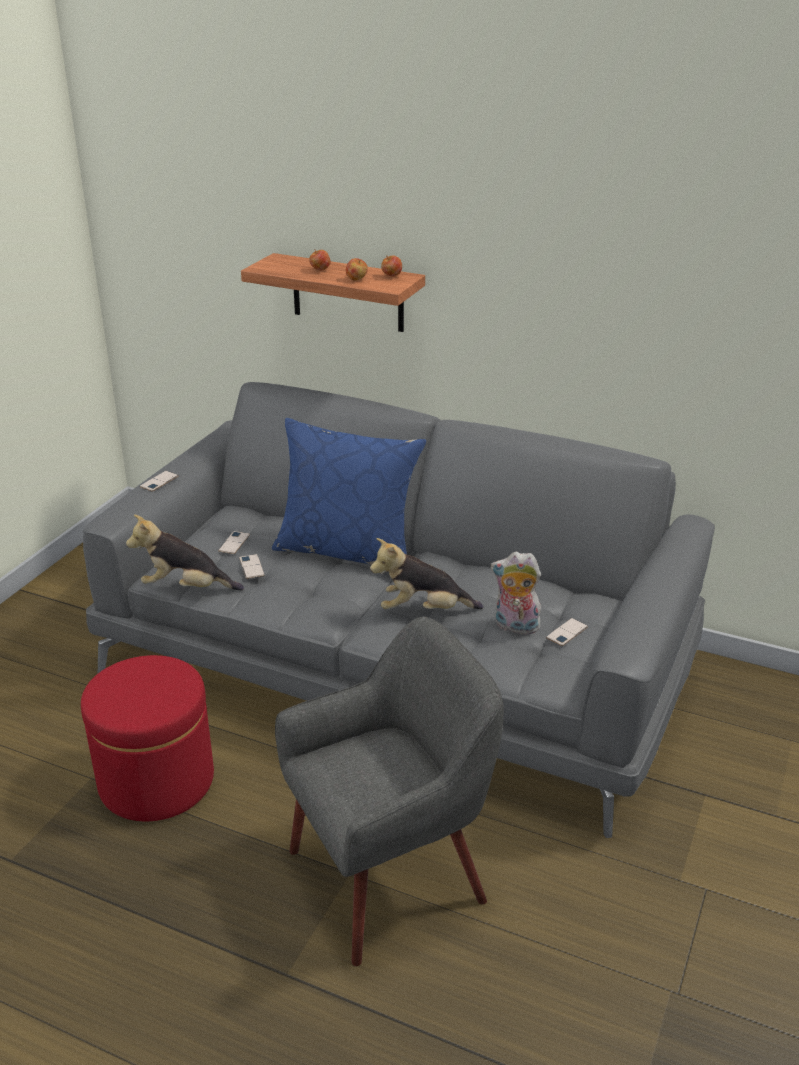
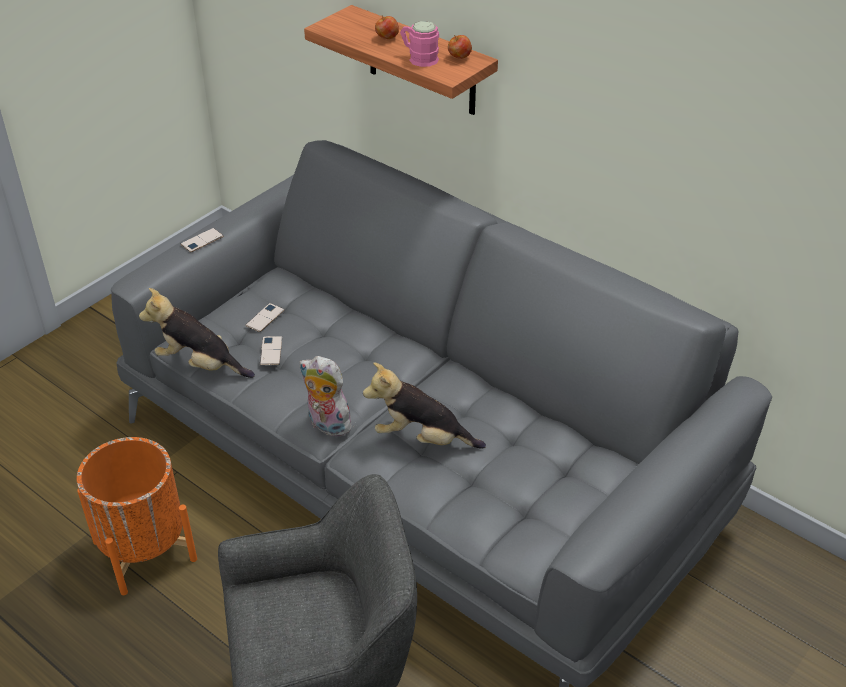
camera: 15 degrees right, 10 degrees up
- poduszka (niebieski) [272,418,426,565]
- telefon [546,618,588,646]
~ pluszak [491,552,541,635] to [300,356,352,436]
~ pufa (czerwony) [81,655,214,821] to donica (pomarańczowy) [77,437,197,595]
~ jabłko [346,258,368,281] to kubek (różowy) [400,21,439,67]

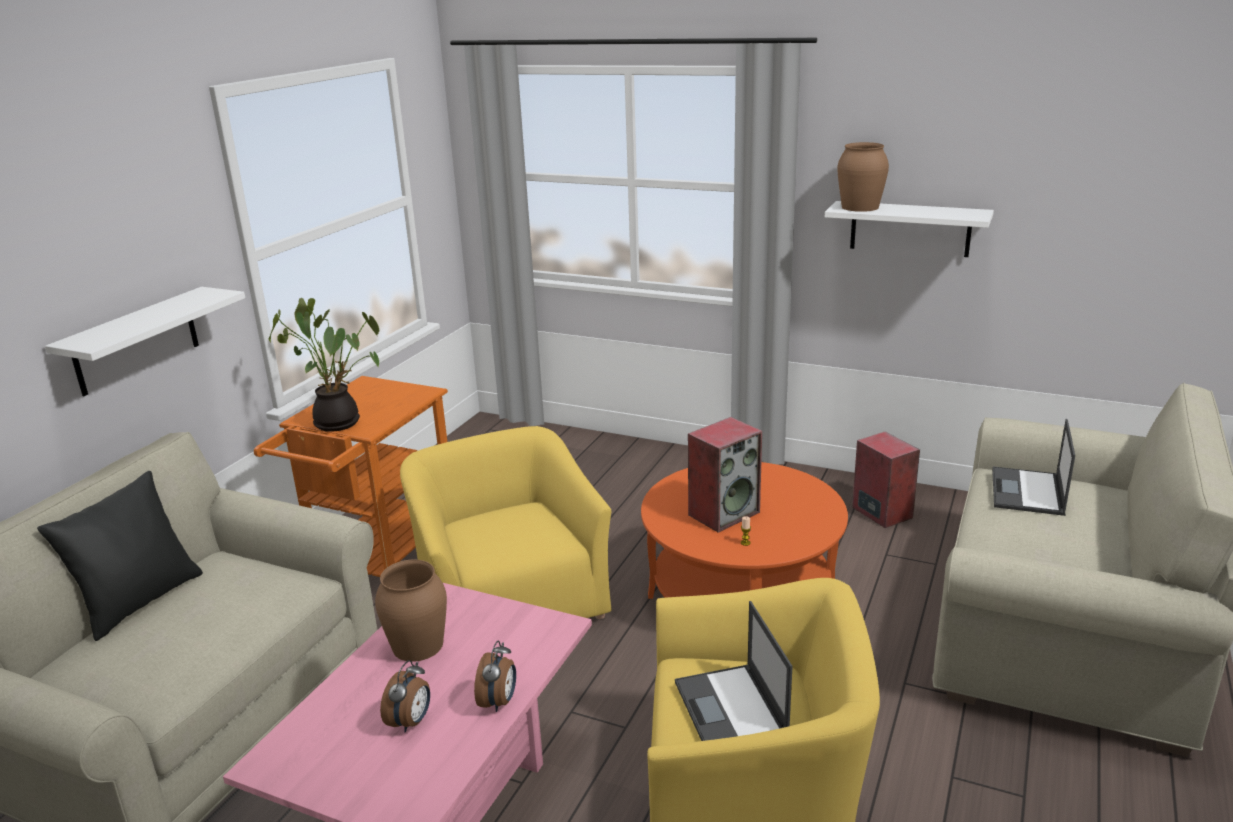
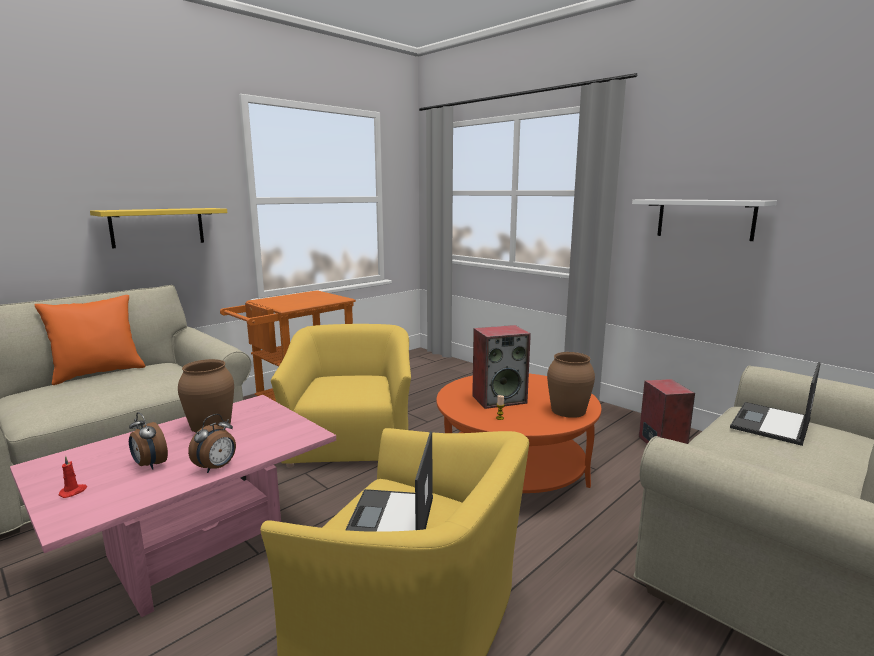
camera: 20 degrees right, 10 degrees down
- roślina doniczkowa [269,298,379,432]
+ świeca (czerwony) [59,456,87,498]
~ wazon (brązowy) [837,142,889,212] to [547,352,595,418]
~ poduszka (czarny) [37,471,203,641] to poduszka (pomarańczowy) [35,295,145,385]
~ półka (biały) [45,287,245,396] to półka (żółty) [90,208,227,248]
~ budzik [380,660,430,732] = [129,412,168,470] 90 degrees clockwise

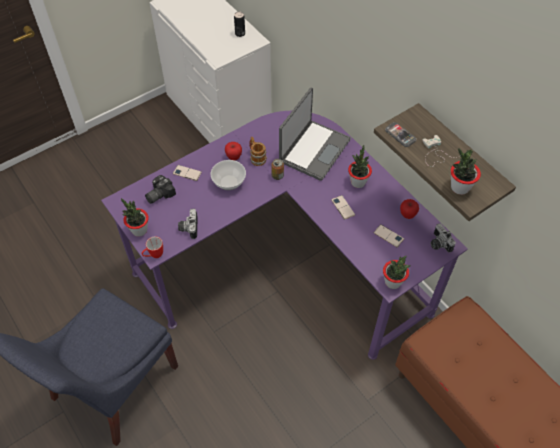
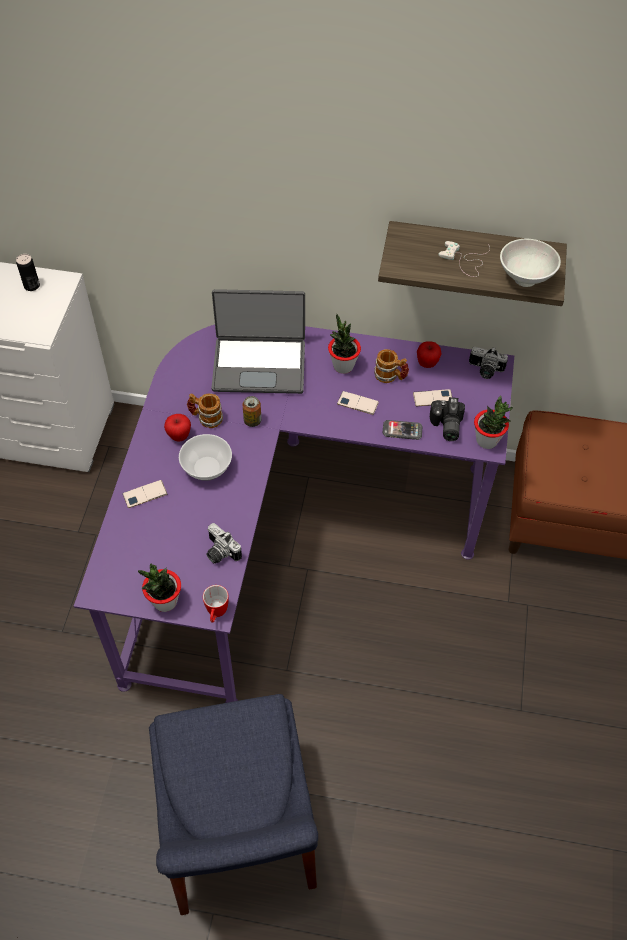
camera: 45 degrees left, 0 degrees up
+ kubek [374,349,409,383]
~ aparat fotograficzny [145,175,176,204] to [430,397,465,441]
~ telefon [385,122,416,147] to [383,420,422,440]
~ roślina doniczkowa [451,148,481,195] to miska (biały) [500,239,561,287]
~ laptop [279,87,351,181] = [212,289,305,394] 105 degrees clockwise

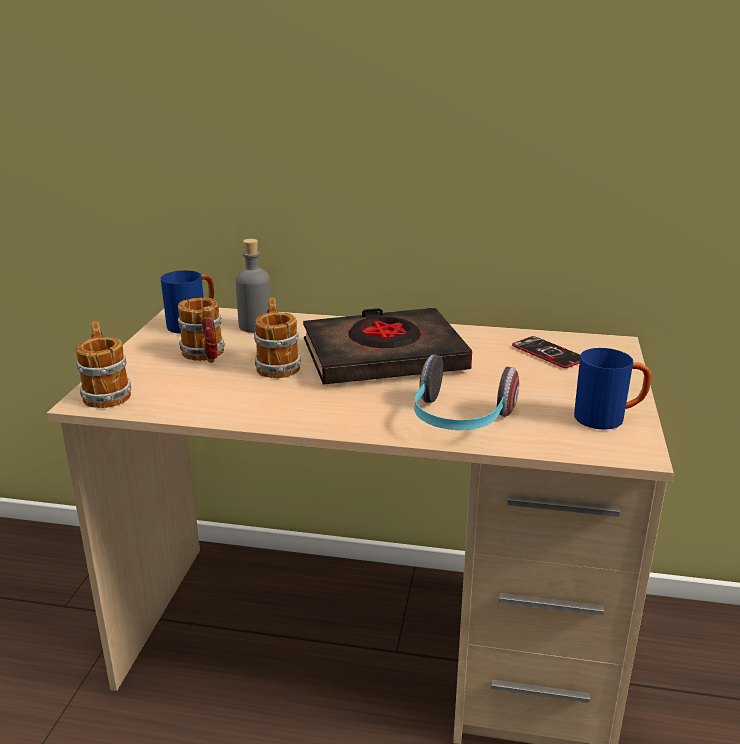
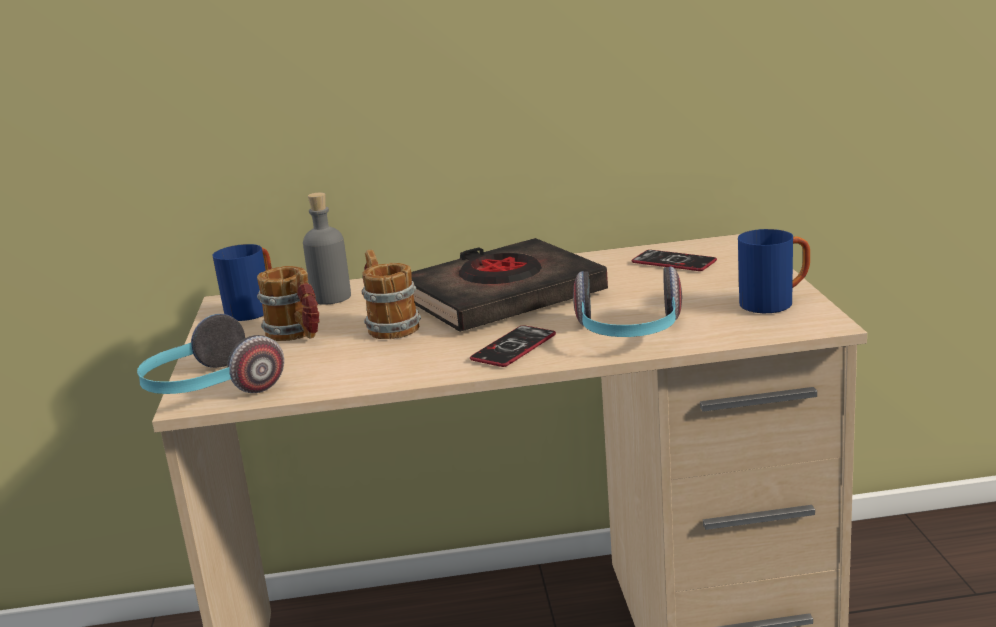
camera: 15 degrees left, 5 degrees down
+ telefon [470,325,556,367]
~ kubek [76,321,131,408] to słuchawki [137,314,284,394]

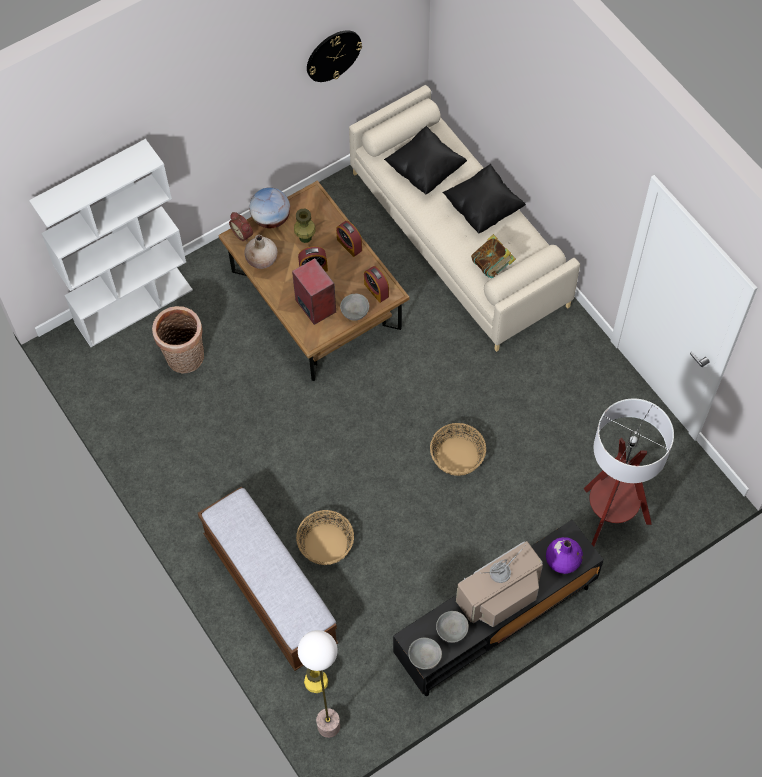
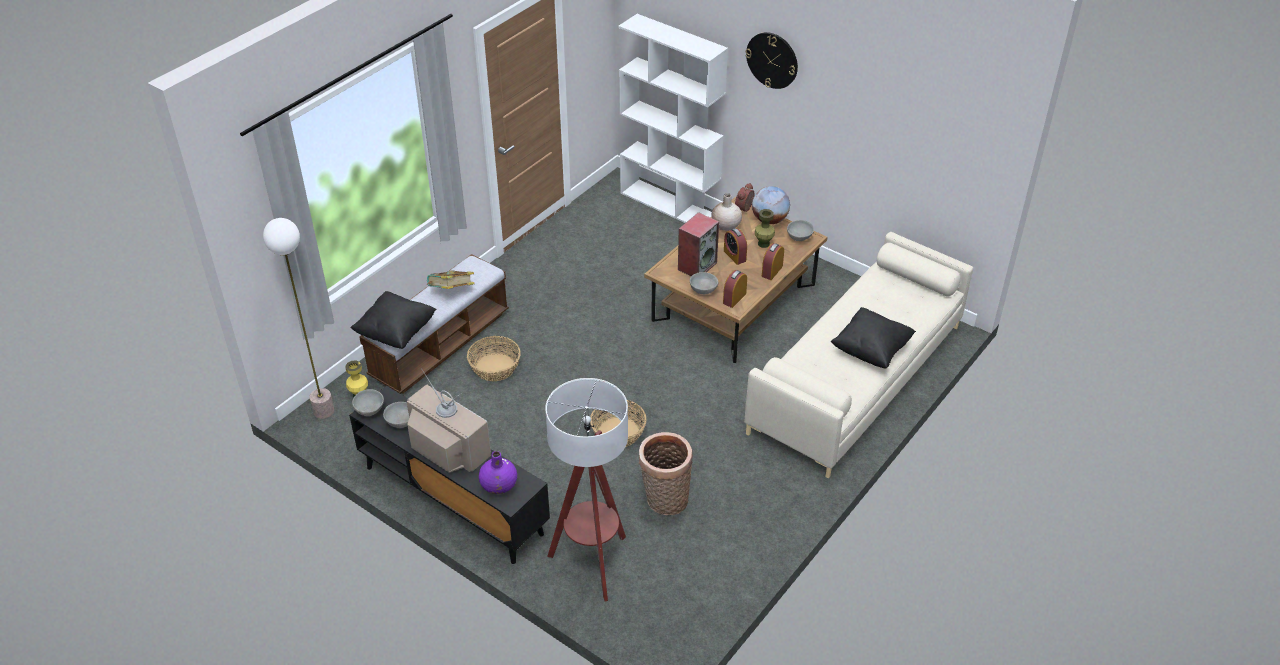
camera: 70 degrees right, 20 degrees down
+ miska (szary) [787,220,814,241]
~ koszyk [152,306,204,373] to [639,432,693,515]
~ zegar ścienny [307,30,362,82] to [745,32,798,89]
~ poduszka (czarny) [384,126,467,194] to [350,291,437,349]
~ książka [471,234,516,278] to [427,270,475,289]

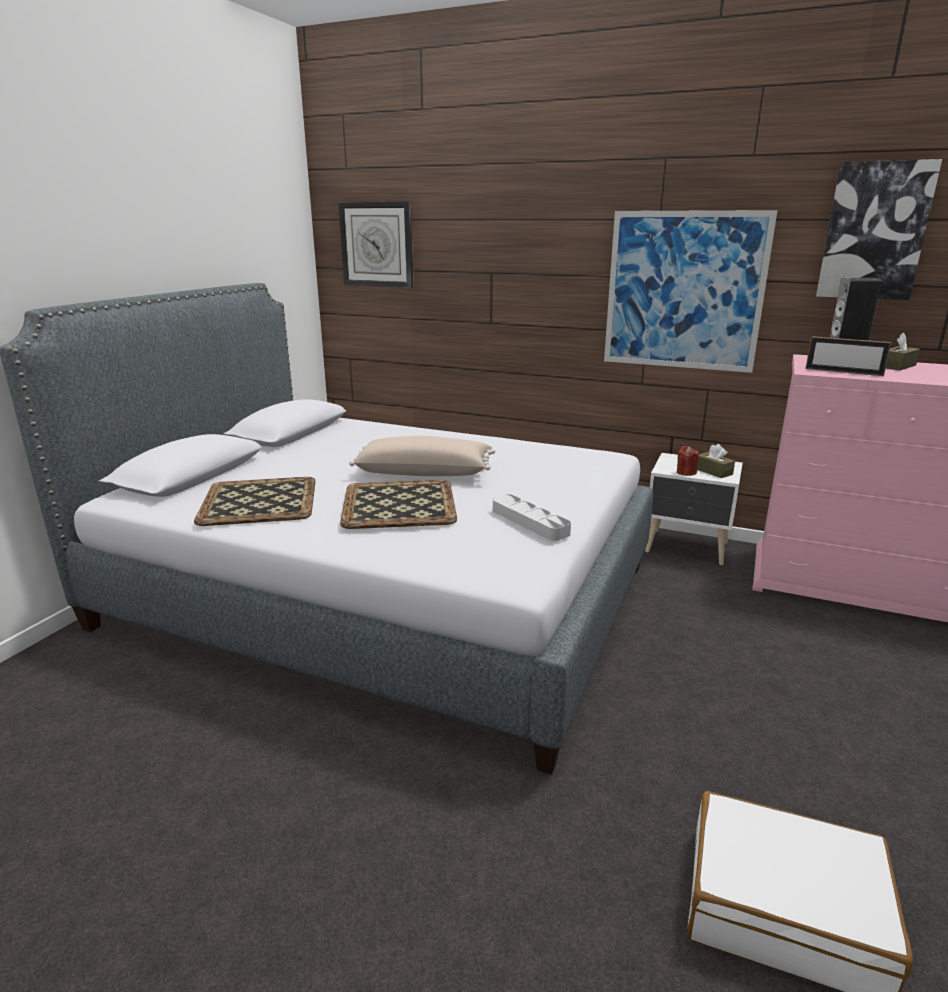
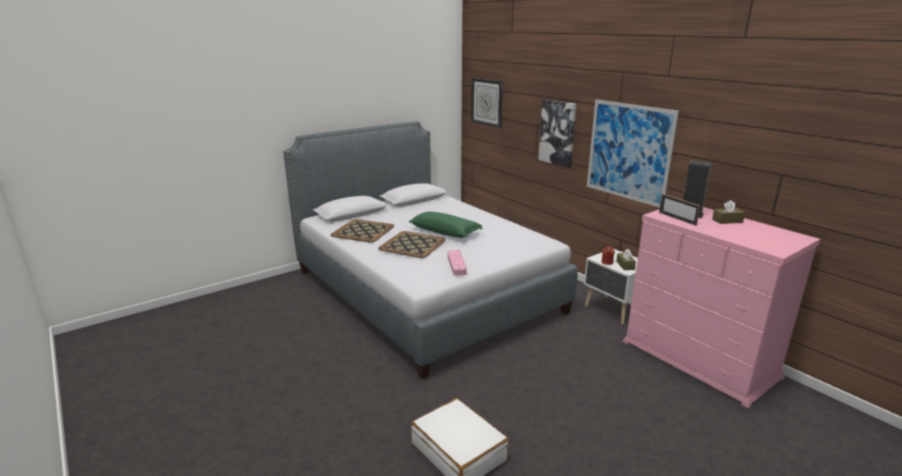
camera: 30 degrees right, 0 degrees up
~ obraz [816,159,942,300] to [538,99,576,168]
~ poduszka (beżowy) [349,436,495,476] to poduszka (zielony) [409,212,482,238]
~ taca (szary) [493,494,571,541] to taca (różowy) [448,250,467,276]

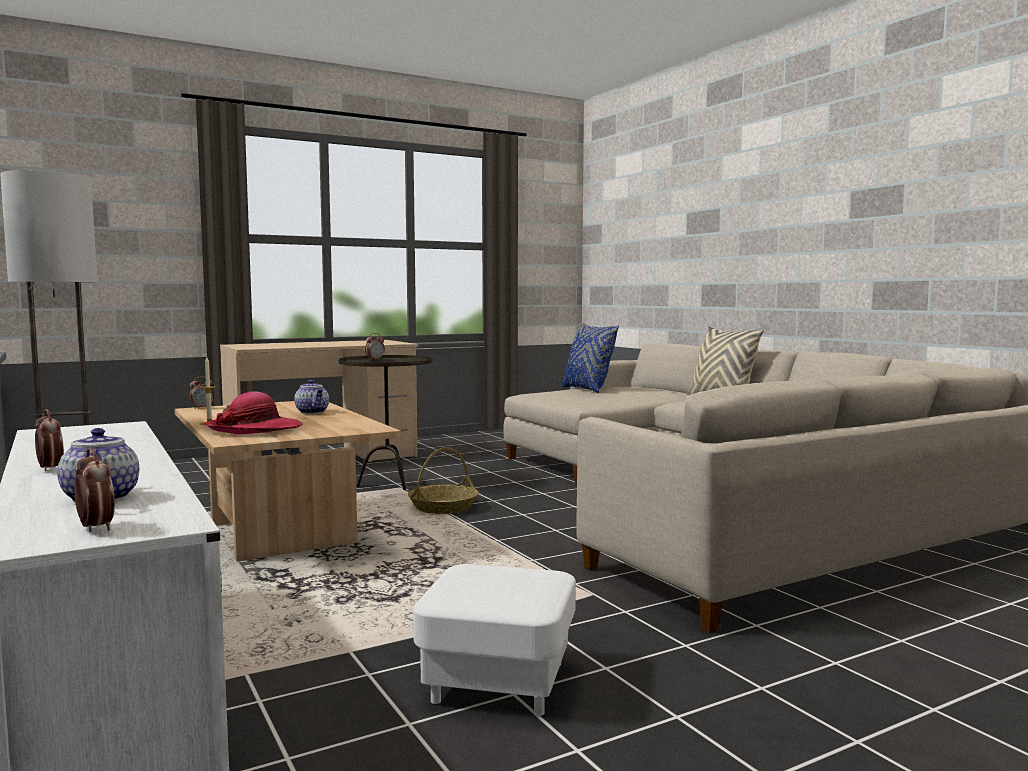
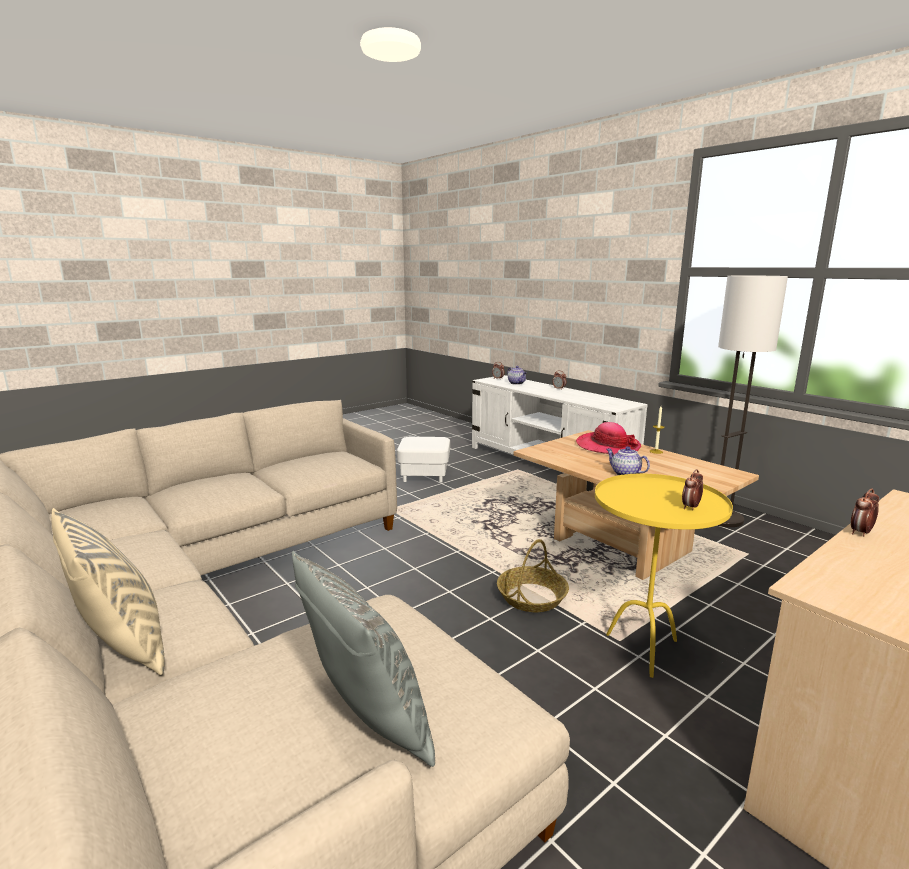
camera: 170 degrees right, 10 degrees up
~ budzik [189,376,214,409] to [850,488,879,536]
~ stolik (brązowy) [338,355,432,490] to stolik (żółty) [595,474,733,678]
~ poduszka (niebieski) [562,322,619,393] to poduszka (szary) [292,551,435,767]

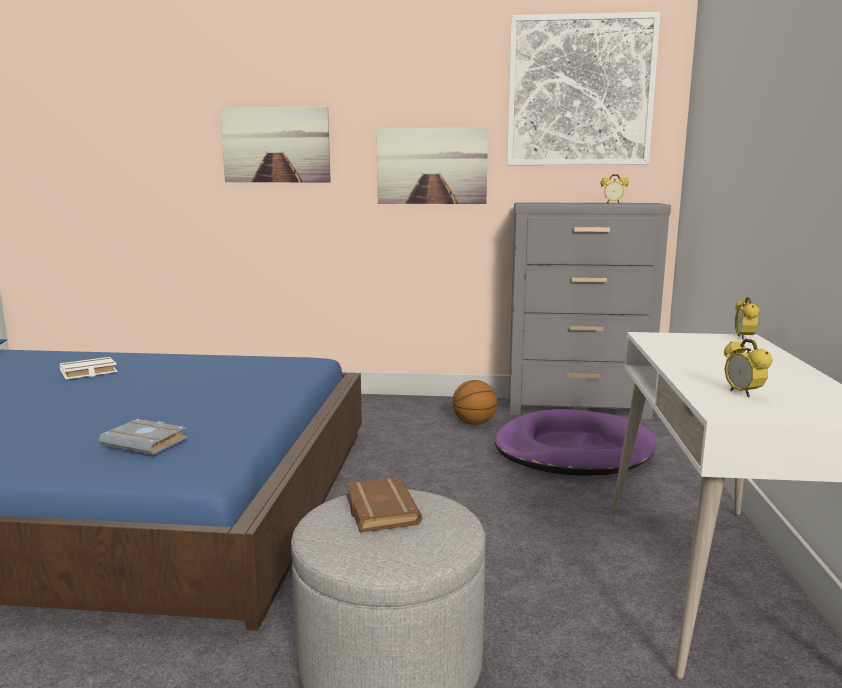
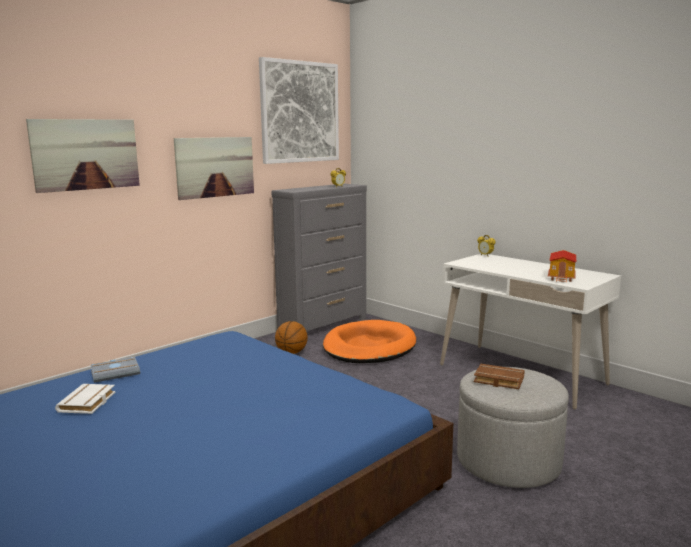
camera: 50 degrees left, 0 degrees up
~ książka (szary) [99,419,187,455] to [90,357,140,383]
~ budzik [724,339,773,397] to domek [548,250,576,282]
~ legowisko (fioletowy) [495,409,656,476] to legowisko (pomarańczowy) [323,320,416,363]

